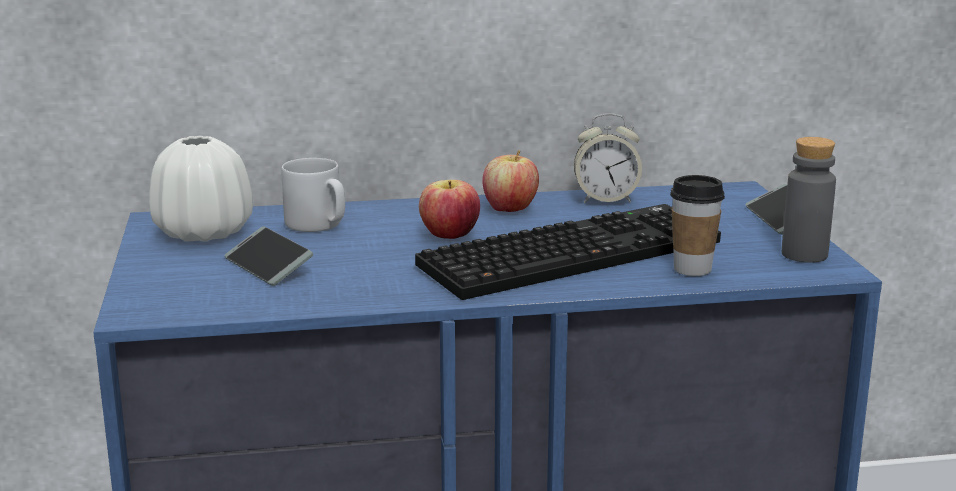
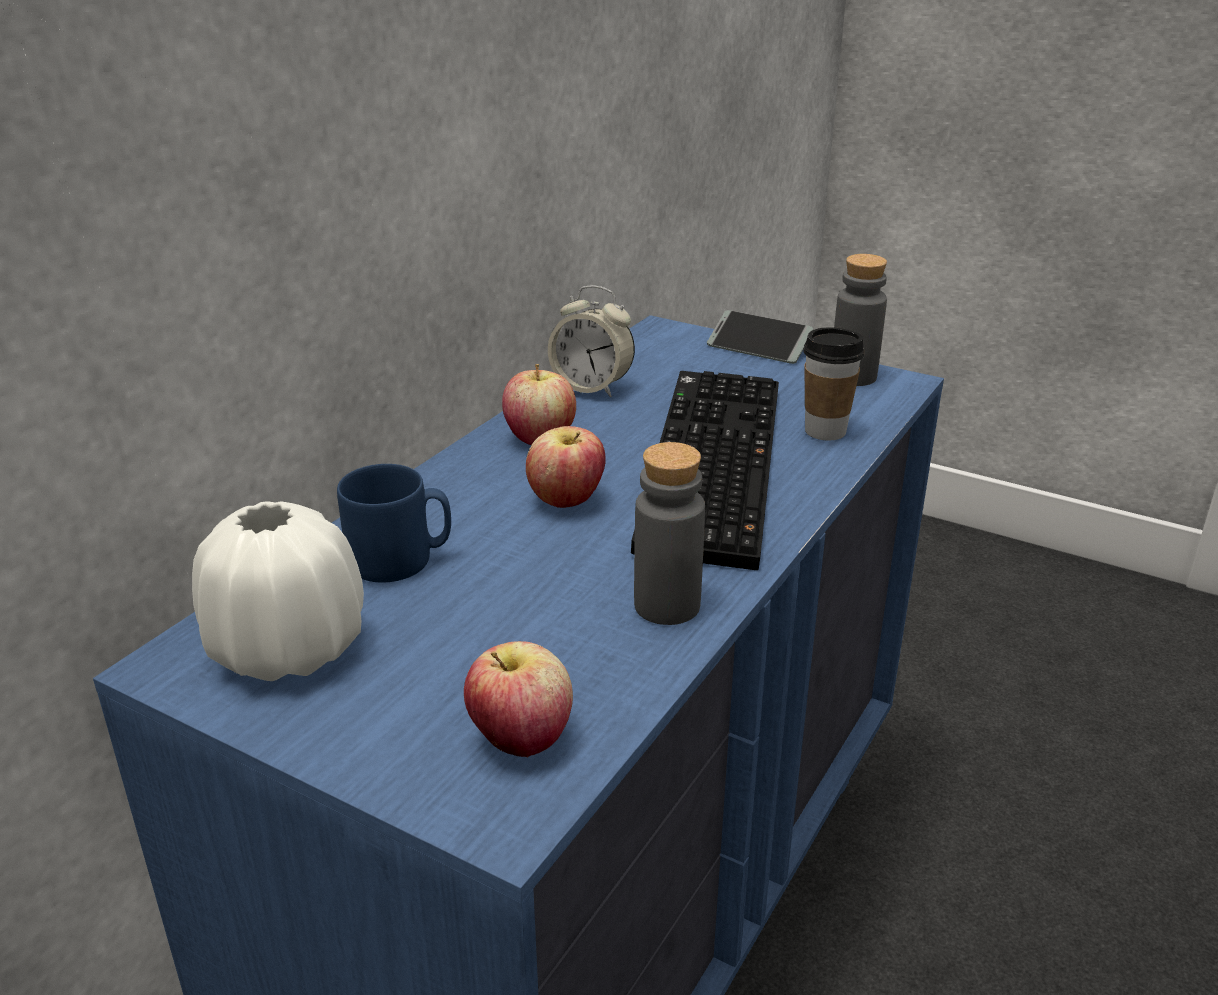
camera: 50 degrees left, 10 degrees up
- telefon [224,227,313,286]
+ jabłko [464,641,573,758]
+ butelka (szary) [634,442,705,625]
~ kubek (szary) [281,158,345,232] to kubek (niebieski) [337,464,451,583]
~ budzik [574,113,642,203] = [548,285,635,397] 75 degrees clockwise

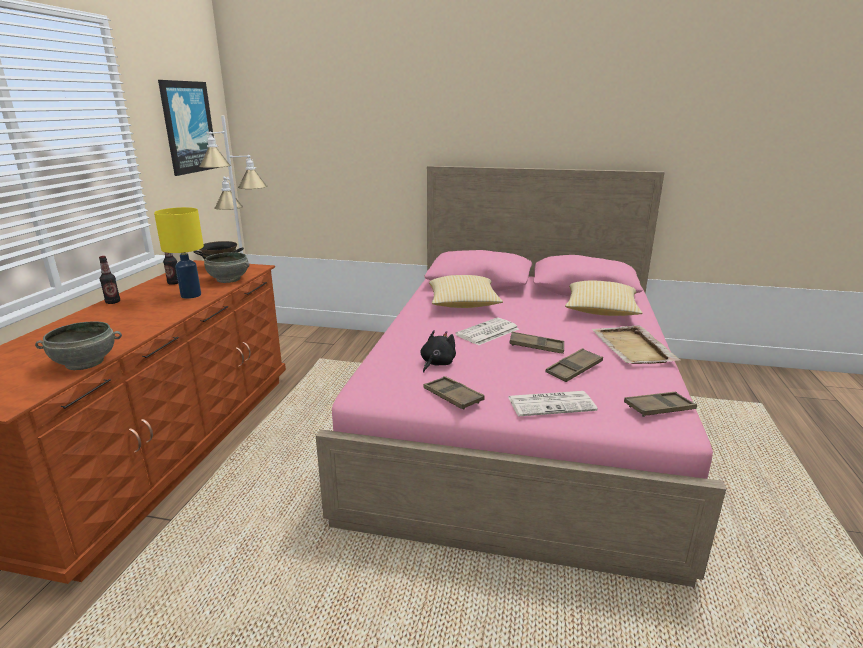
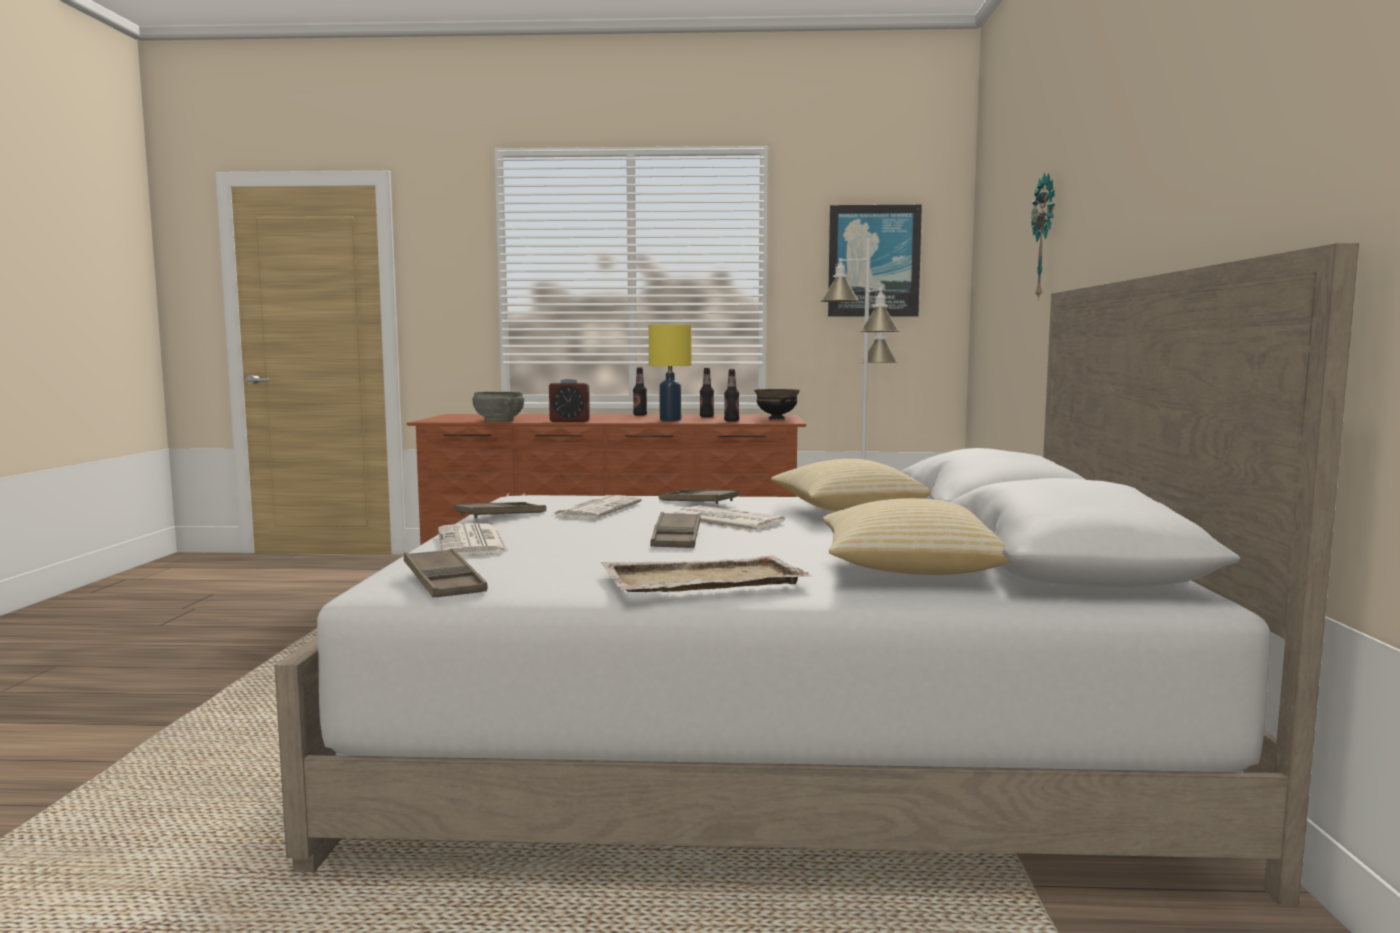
camera: 80 degrees right, 15 degrees down
+ budzik [549,379,590,422]
+ zegar ścienny [1031,173,1055,300]
~ taca (brązowy) [546,348,603,382] to [659,489,739,504]
~ miska (szary) [204,252,250,283] to butelka [724,369,739,422]
~ pluszak (czarny) [420,330,456,372] to gazeta [552,495,642,519]
~ łóżko (różowy) [316,166,726,587] to łóżko (biały) [274,243,1359,904]

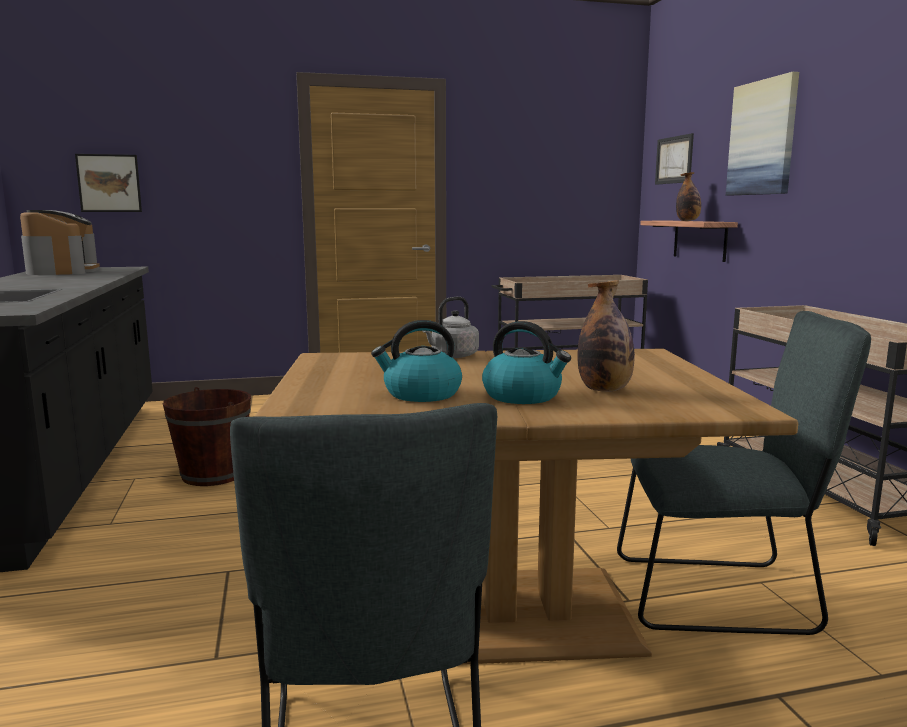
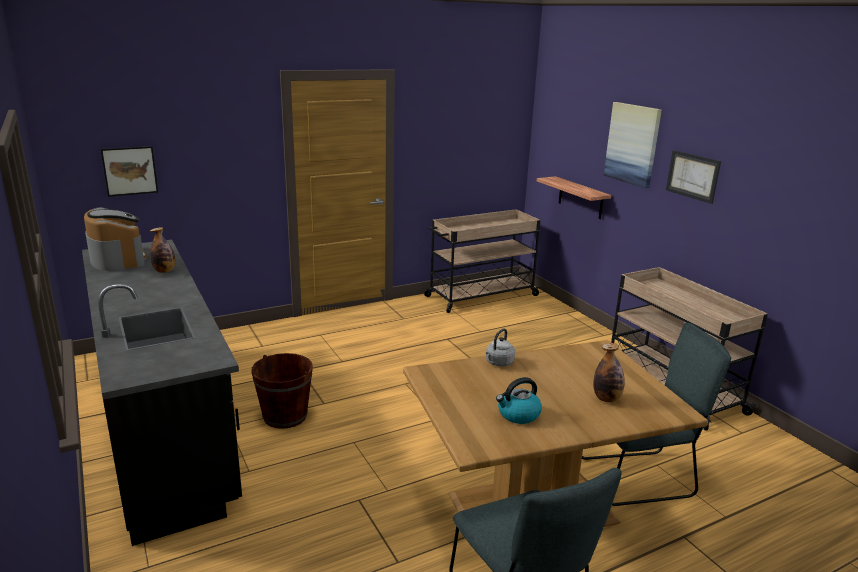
camera: 15 degrees left, 10 degrees up
- czajnik [482,321,571,404]
~ obraz [655,133,694,185] to [666,150,721,204]
~ butelka [676,172,701,221] to [150,227,176,273]

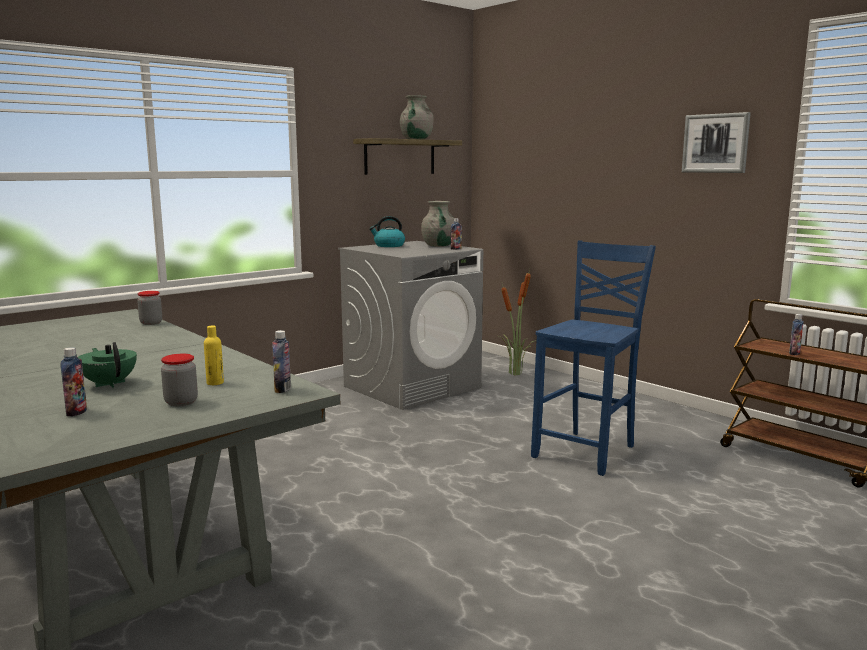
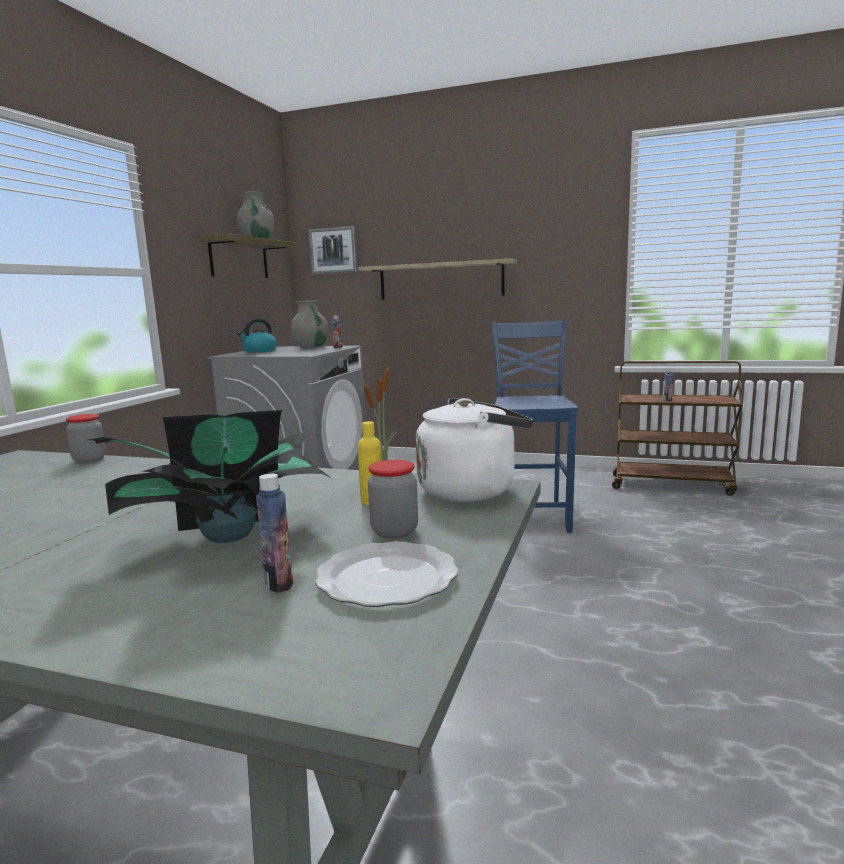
camera: 30 degrees left, 0 degrees up
+ talerz [315,541,459,607]
+ półka [358,258,517,300]
~ obraz [682,112,751,173] to [308,226,358,274]
~ imbryk (zielony) [78,342,137,388] to roślina doniczkowa [88,410,332,543]
~ butelka [272,330,291,393] to czajnik (biały) [416,398,533,502]

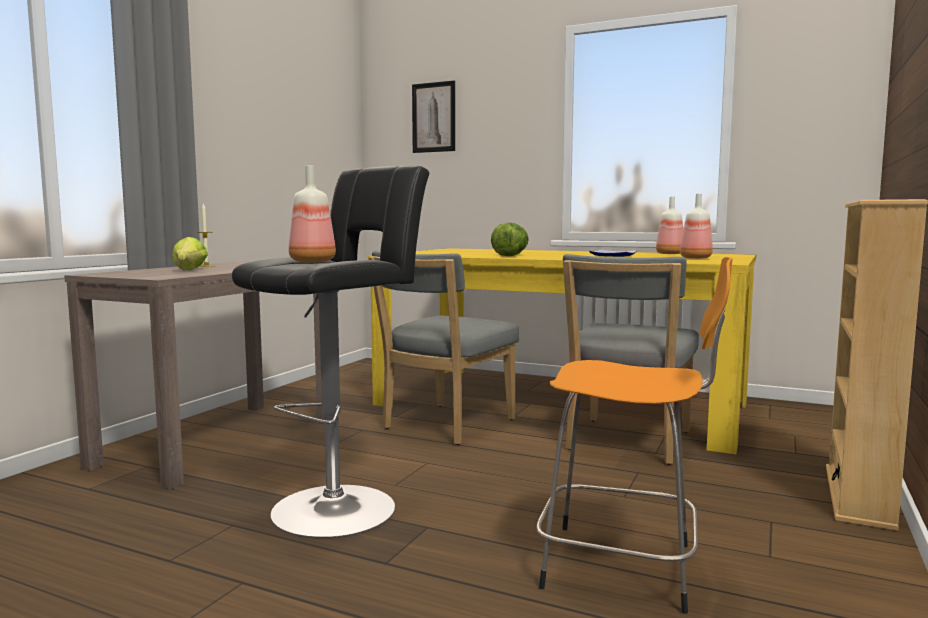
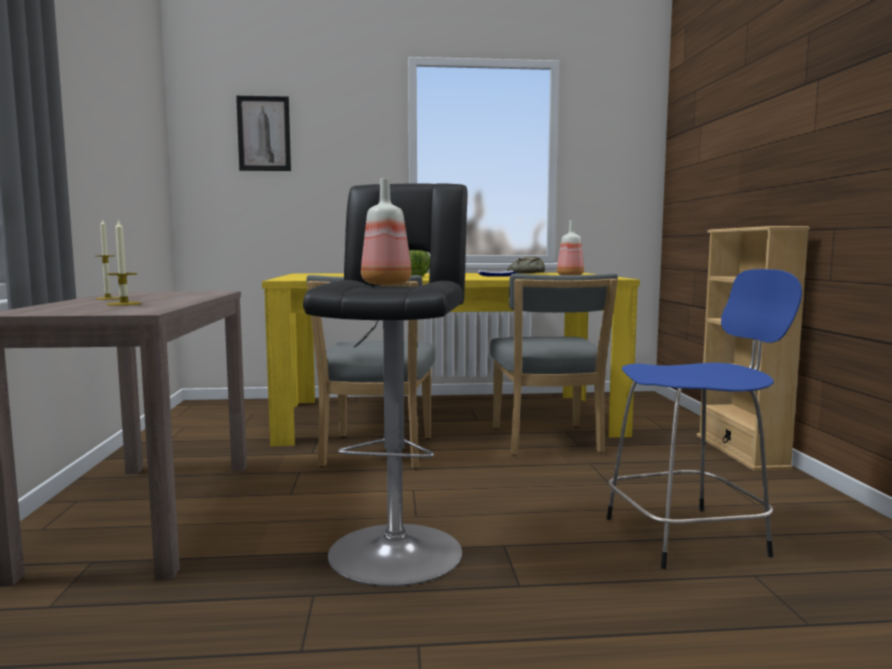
camera: 30 degrees left, 0 degrees up
~ sałata [172,237,208,270] to świeca [107,219,141,306]
~ butelka [656,196,683,254] to chleb [507,257,545,274]
~ stołek (pomarańczowy) [536,257,733,614] to stołek (niebieski) [606,269,802,569]

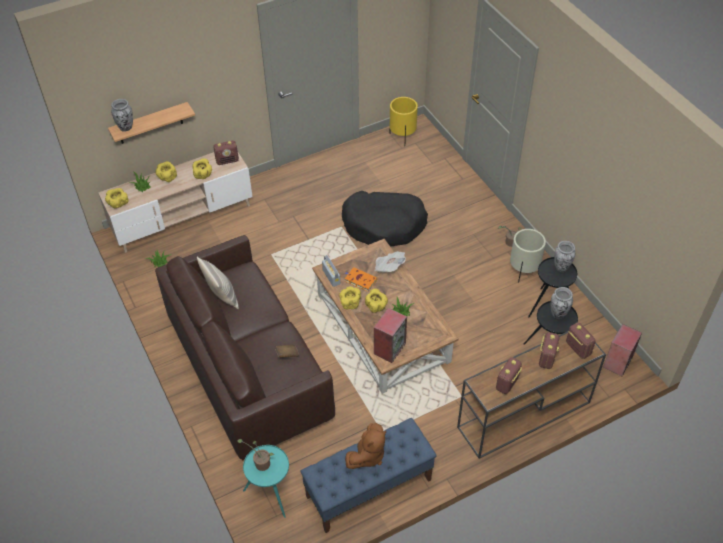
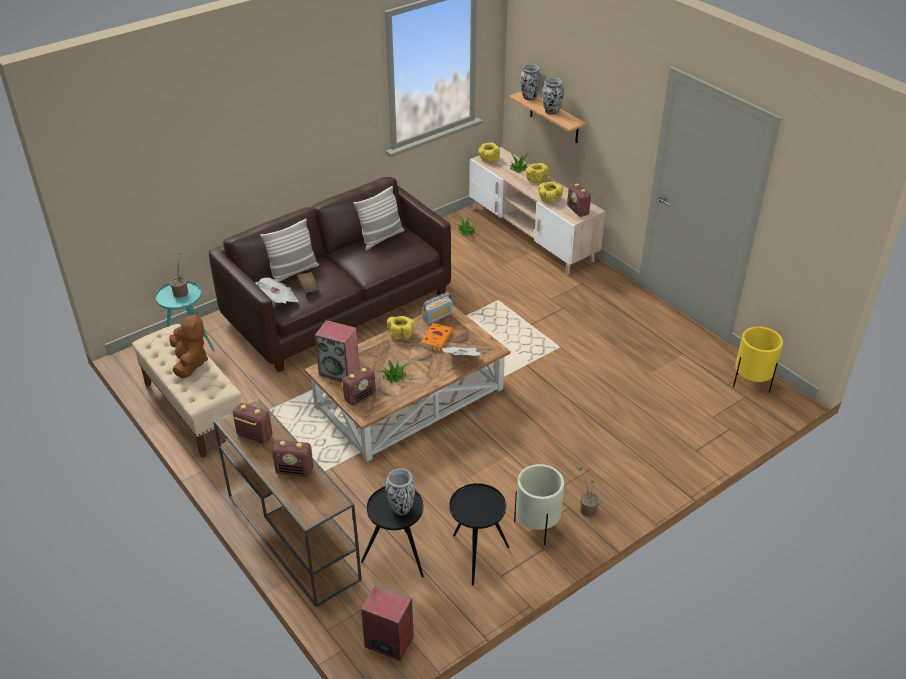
camera: 80 degrees right, 10 degrees down
- legowisko (czarny) [342,191,428,247]
- miska (żółty) [365,288,388,313]
+ gazeta [255,278,298,304]
+ poduszka [260,218,319,282]
~ wazon [554,241,575,272] to [542,78,564,115]
~ radio [566,323,596,359] to [342,366,376,406]
~ ławka (niebieski) [301,418,437,533] to ławka (beżowy) [132,324,242,458]
~ pluszak (brązowy) [345,423,386,469] = [169,311,208,378] 135 degrees counterclockwise

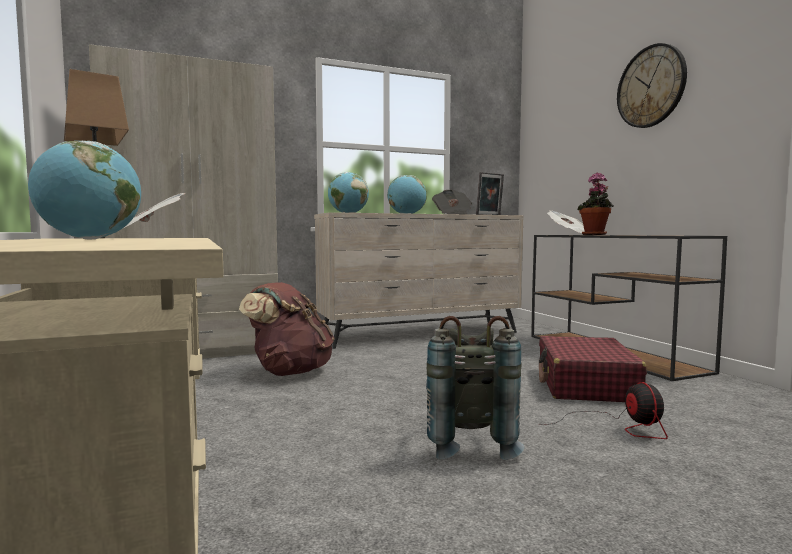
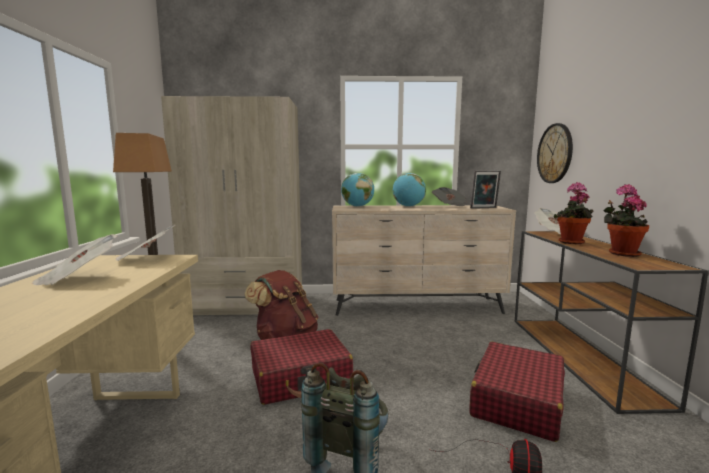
camera: 20 degrees right, 5 degrees up
+ walizka (czerwony) [250,329,353,405]
+ roślina doniczkowa [603,184,649,257]
~ zegar ścienny [617,43,687,128] to [537,123,573,183]
~ globus [28,140,141,239] to gazeta [32,234,117,286]

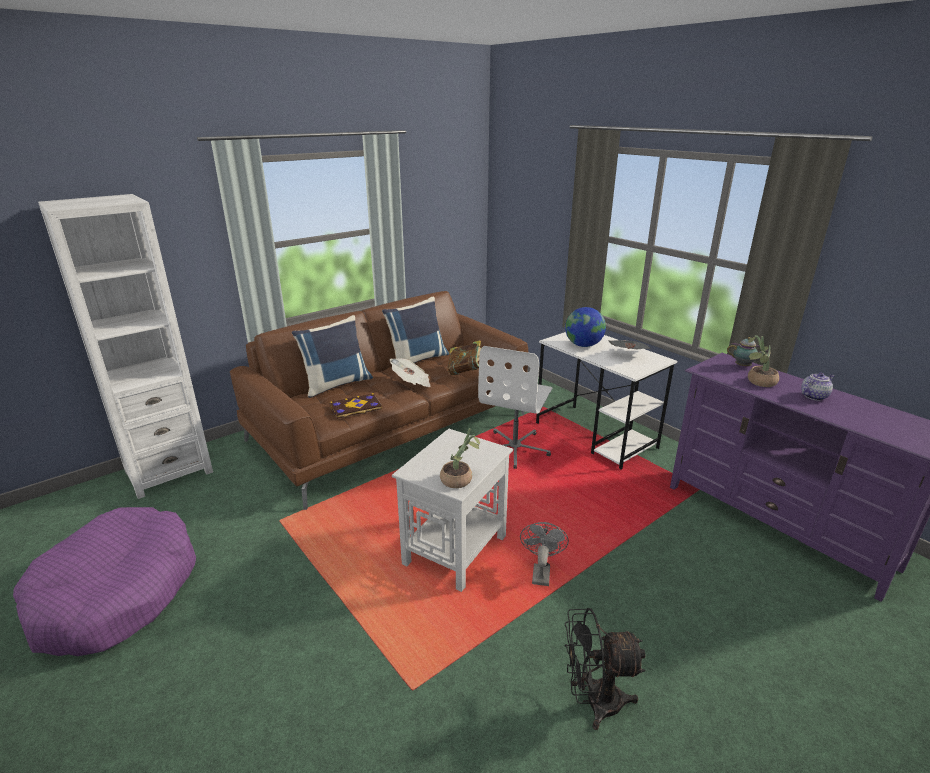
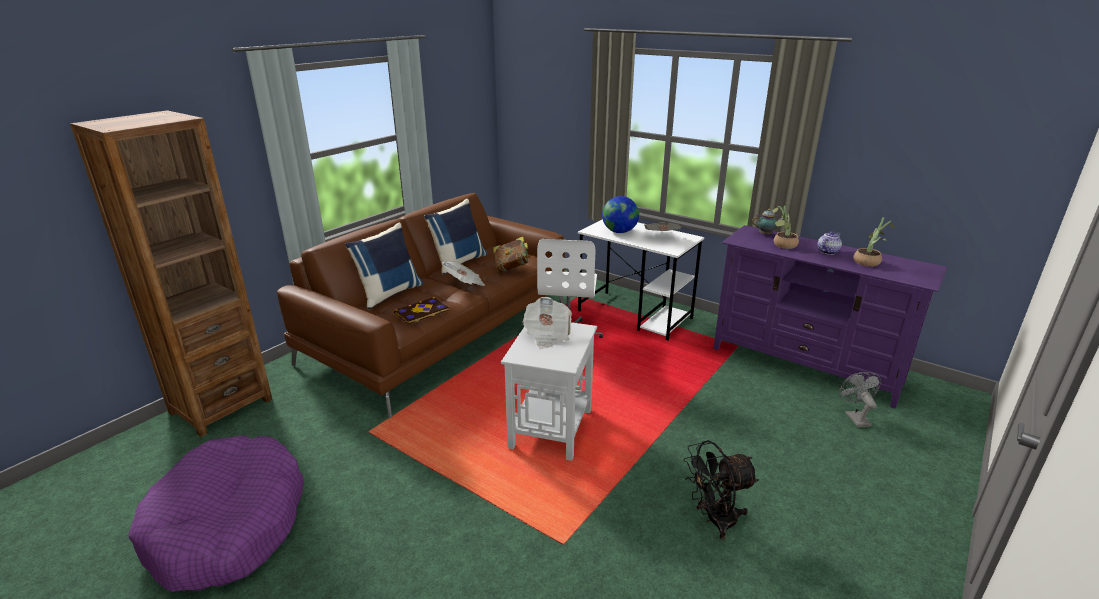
camera: 15 degrees left, 0 degrees up
+ gazeta [522,297,572,349]
~ roślina doniczkowa [440,428,480,488] to [854,217,895,267]
~ wentylator (szary) [520,522,569,586] to [839,372,881,427]
~ regał (biały) [38,194,213,499] to regał (brązowy) [70,110,273,437]

